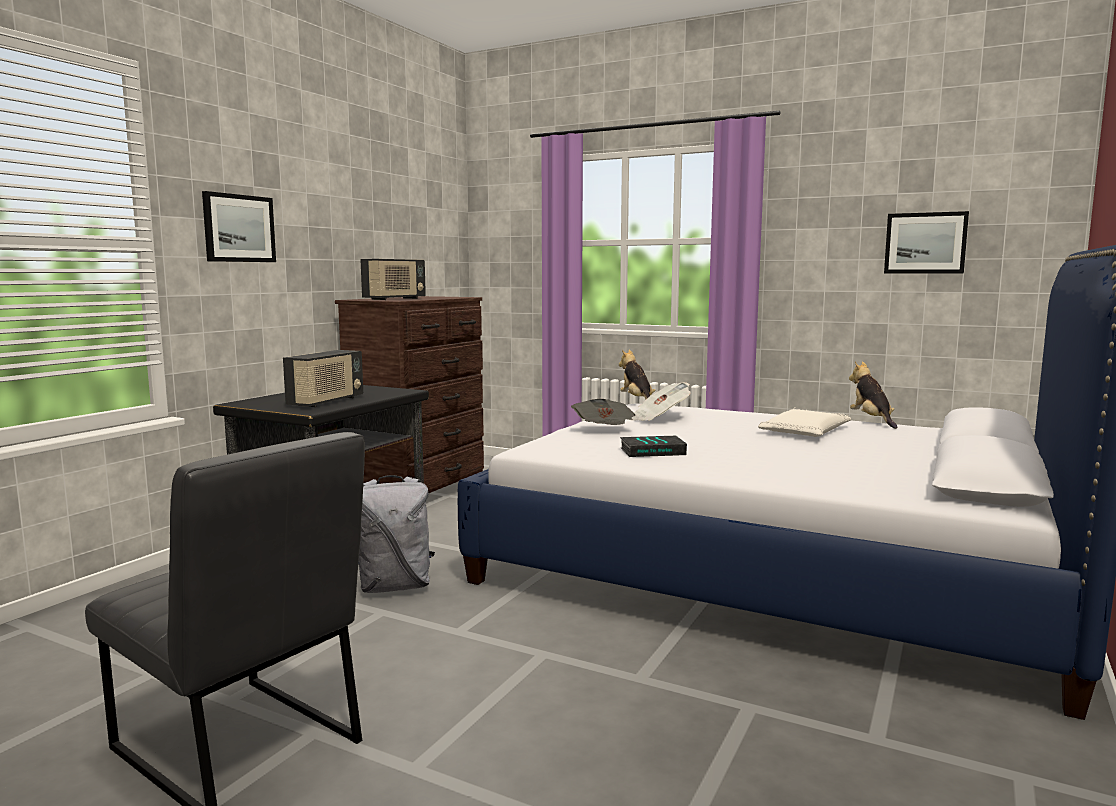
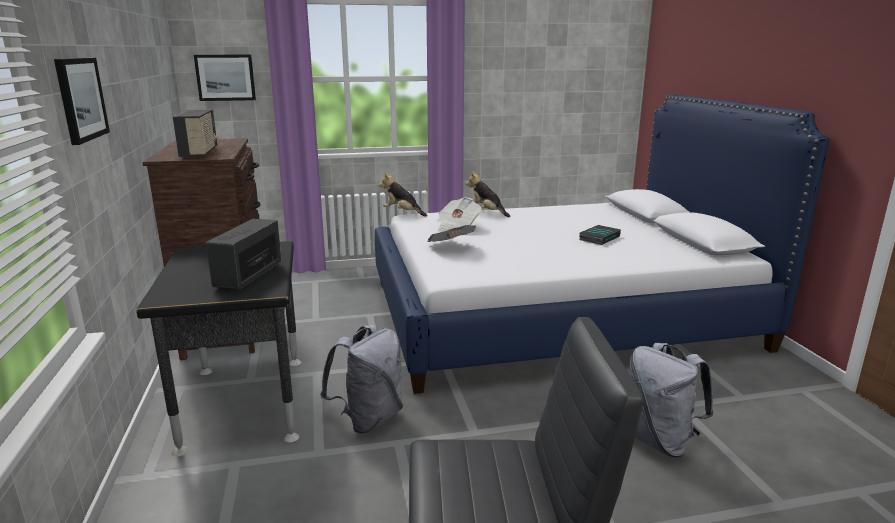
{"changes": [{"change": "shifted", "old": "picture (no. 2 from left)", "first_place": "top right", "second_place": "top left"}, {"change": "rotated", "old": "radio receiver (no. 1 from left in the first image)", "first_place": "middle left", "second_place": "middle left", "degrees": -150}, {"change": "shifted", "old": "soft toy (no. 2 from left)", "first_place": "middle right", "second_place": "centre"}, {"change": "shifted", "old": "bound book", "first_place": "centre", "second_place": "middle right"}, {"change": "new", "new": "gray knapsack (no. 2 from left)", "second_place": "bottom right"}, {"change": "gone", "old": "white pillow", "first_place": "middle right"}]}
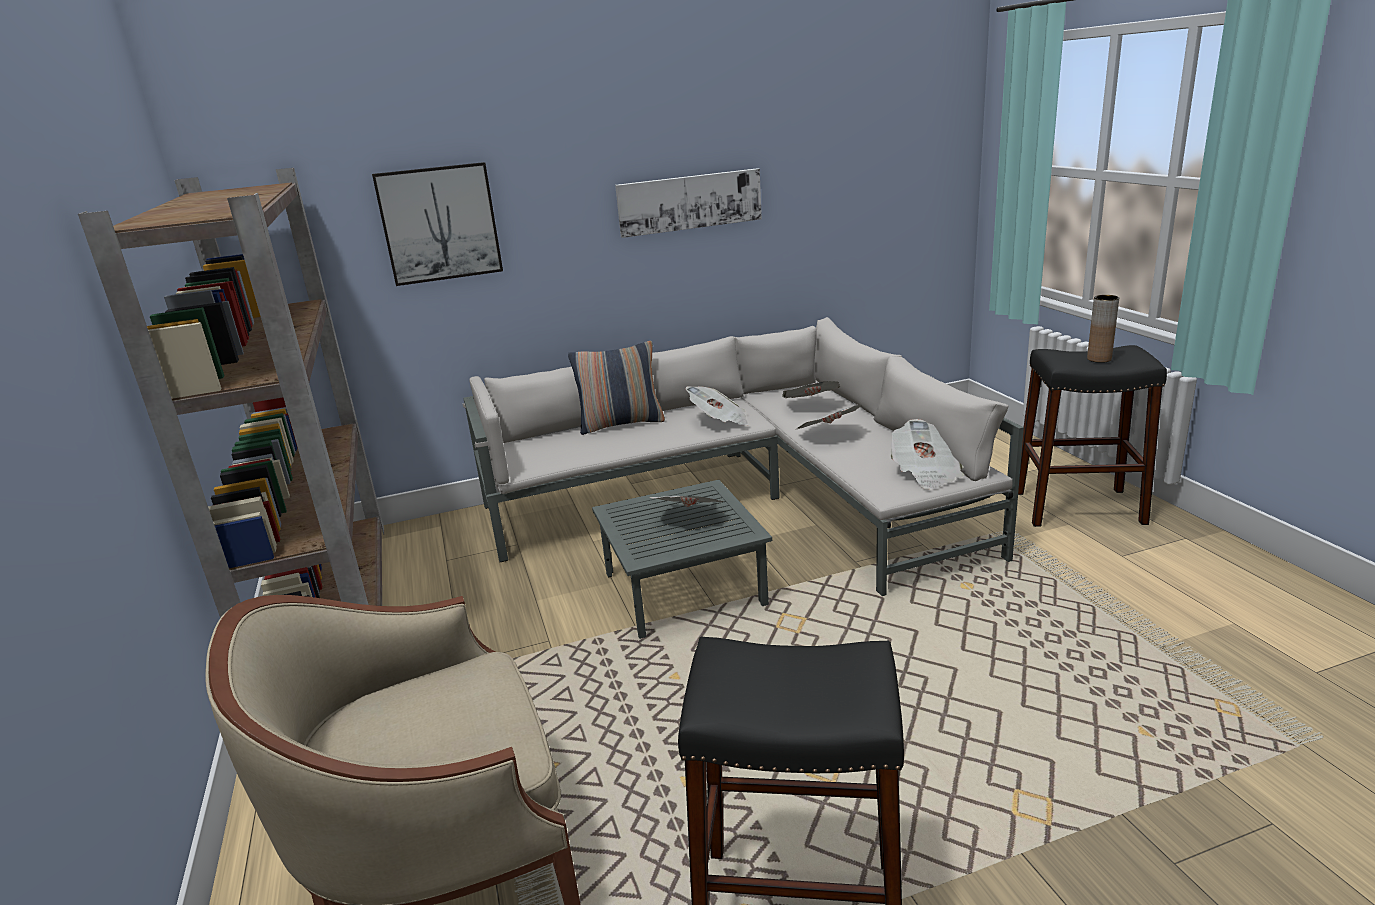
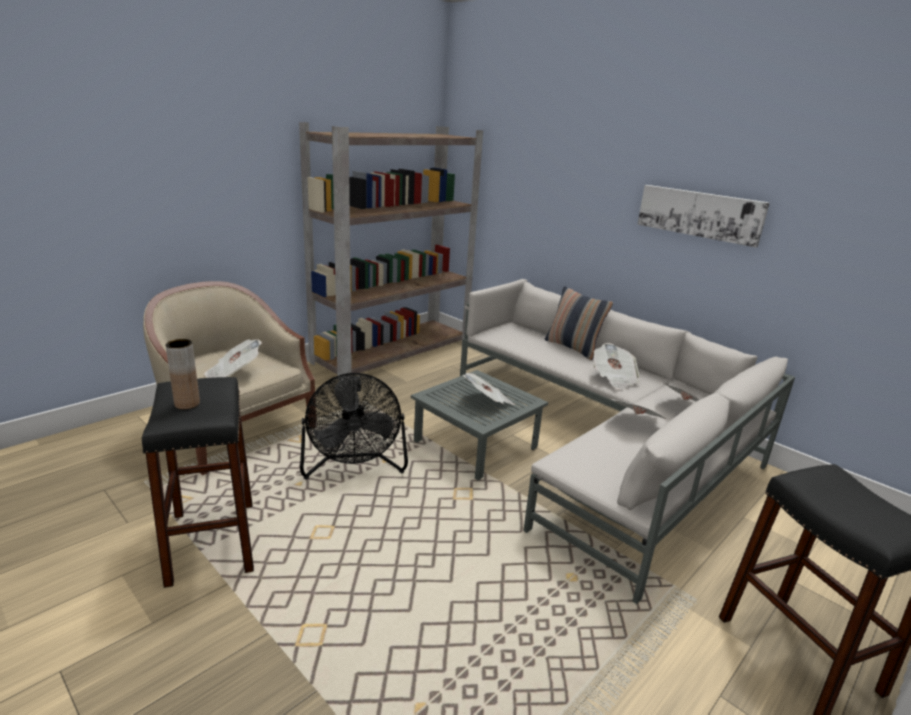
{"changes": [{"change": "shifted", "old": "brown flower vase", "first_place": "middle right", "second_place": "middle left"}, {"change": "shifted", "old": "daily paper (no. 5 from left in the first image)", "new": "daily paper (no. 1 from left)", "first_place": "middle right", "second_place": "middle left"}, {"change": "new", "new": "black-coloured fan", "second_place": "centre"}, {"change": "gone", "old": "picture (no. 1 from left)", "first_place": "top left"}]}
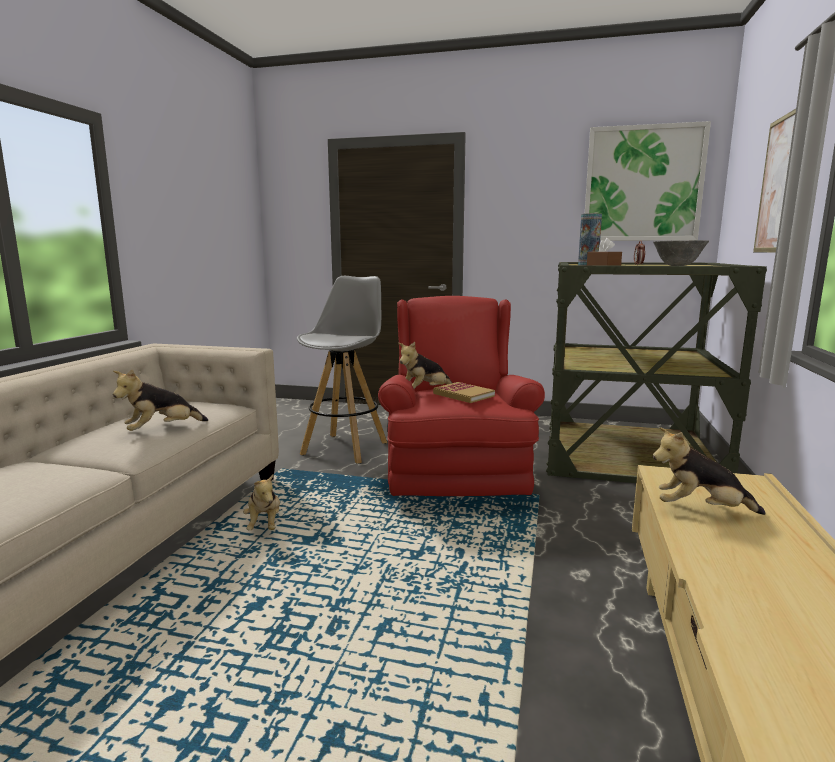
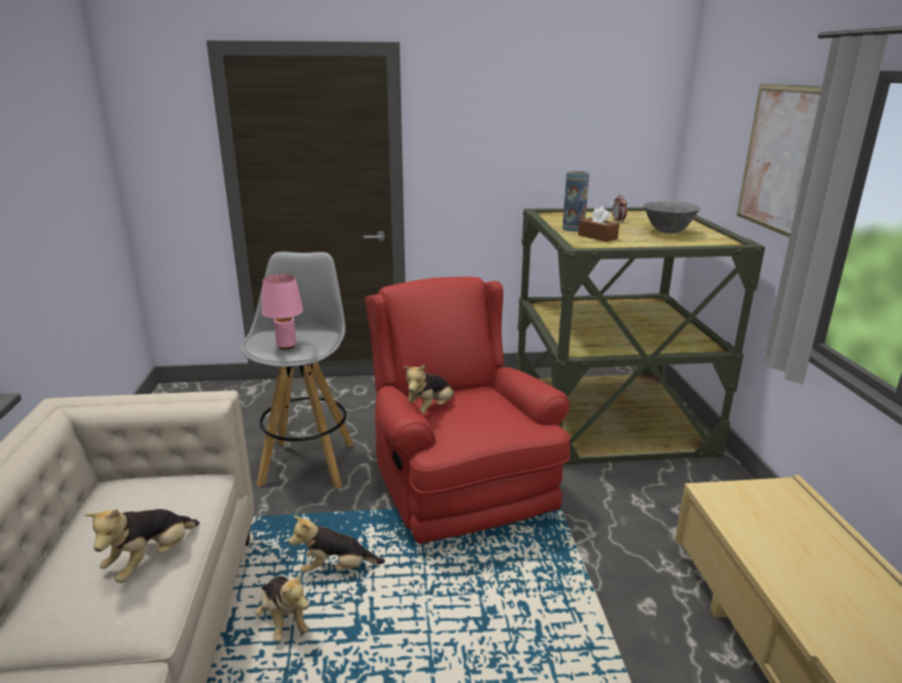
{"changes": [{"change": "new", "new": "pink-coloured table lamp", "second_place": "middle left"}, {"change": "shifted", "old": "soft toy (no. 4 from left in the first image)", "new": "soft toy (no. 3 from left)", "first_place": "middle right", "second_place": "bottom centre"}, {"change": "gone", "old": "bound book", "first_place": "centre"}, {"change": "gone", "old": "picture (no. 1 from left)", "first_place": "top right"}]}
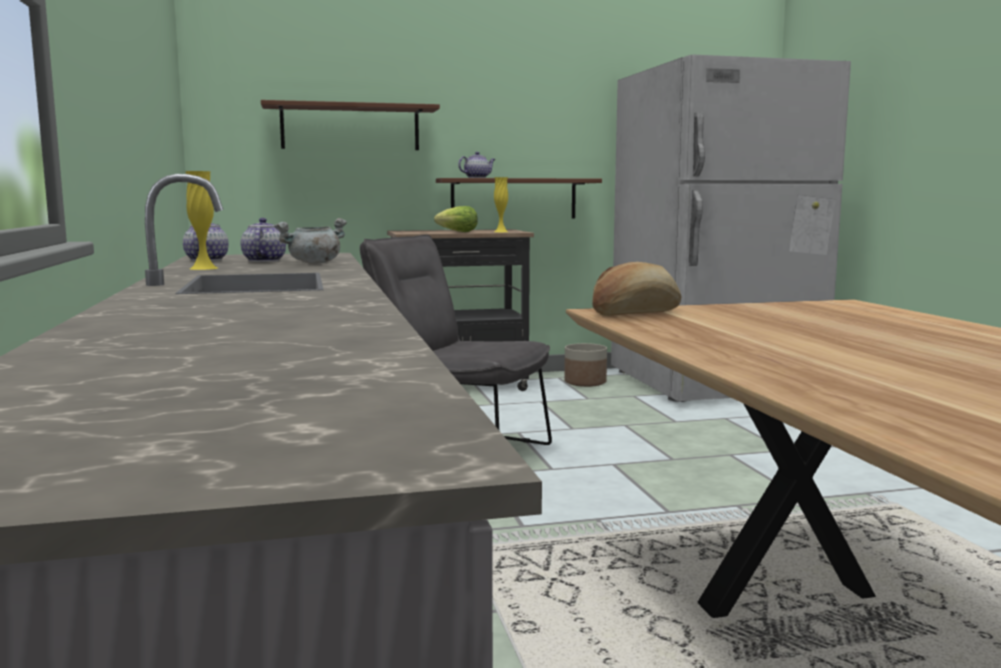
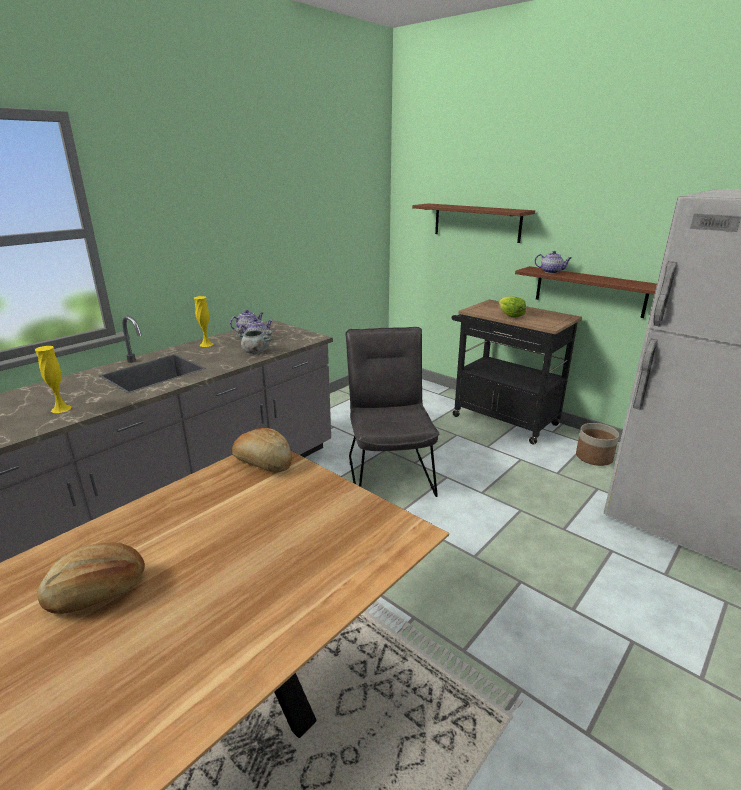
{"changes": [{"change": "shifted", "old": "yellowish flower vase (no. 2 from left in the first image)", "new": "yellowish flower vase (no. 1 from left)", "first_place": "top centre", "second_place": "middle left"}, {"change": "new", "new": "baked bread (no. 1 from left)", "second_place": "bottom left"}]}
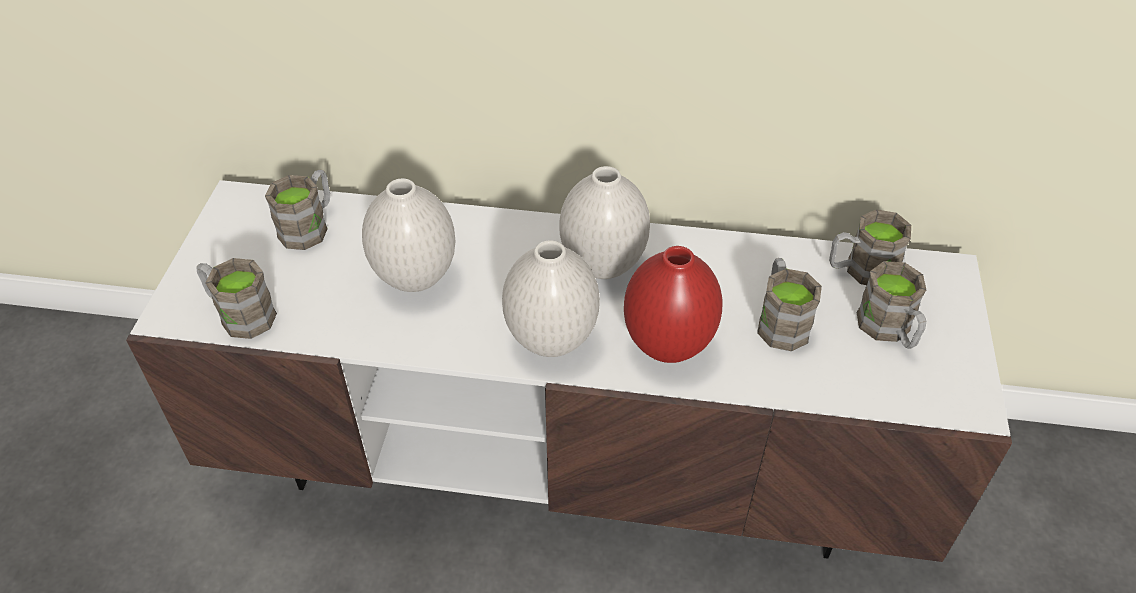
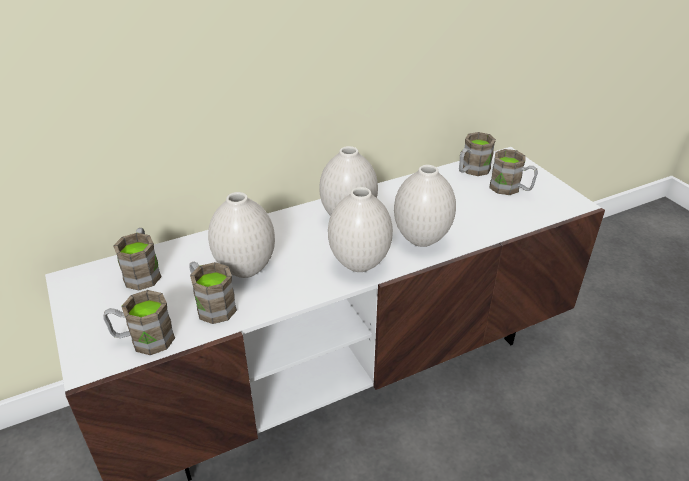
{"changes": [{"change": "shifted", "old": "brown coffee mug (no. 3 from left)", "first_place": "middle right", "second_place": "middle left"}, {"change": "repainted", "old": "red-coloured flower vase", "new": "white flower vase (no. 4 from left)", "first_place": "centre", "second_place": "centre"}]}
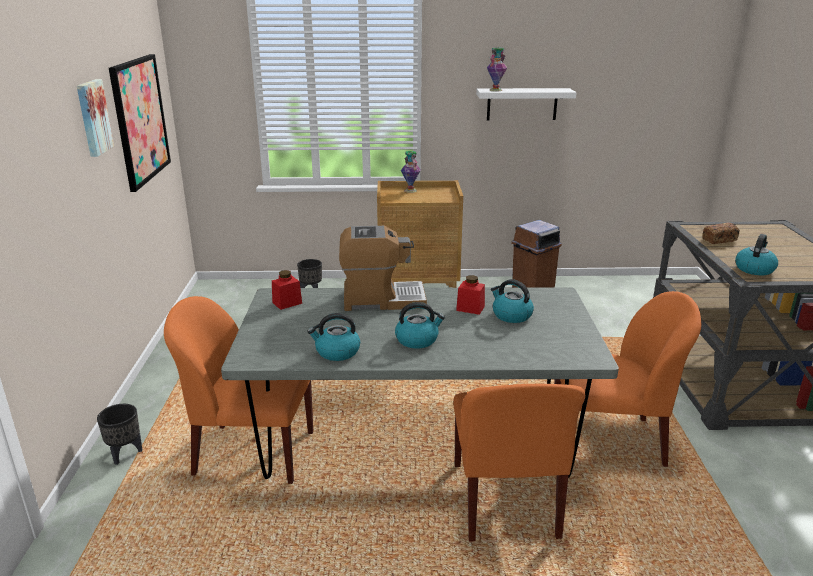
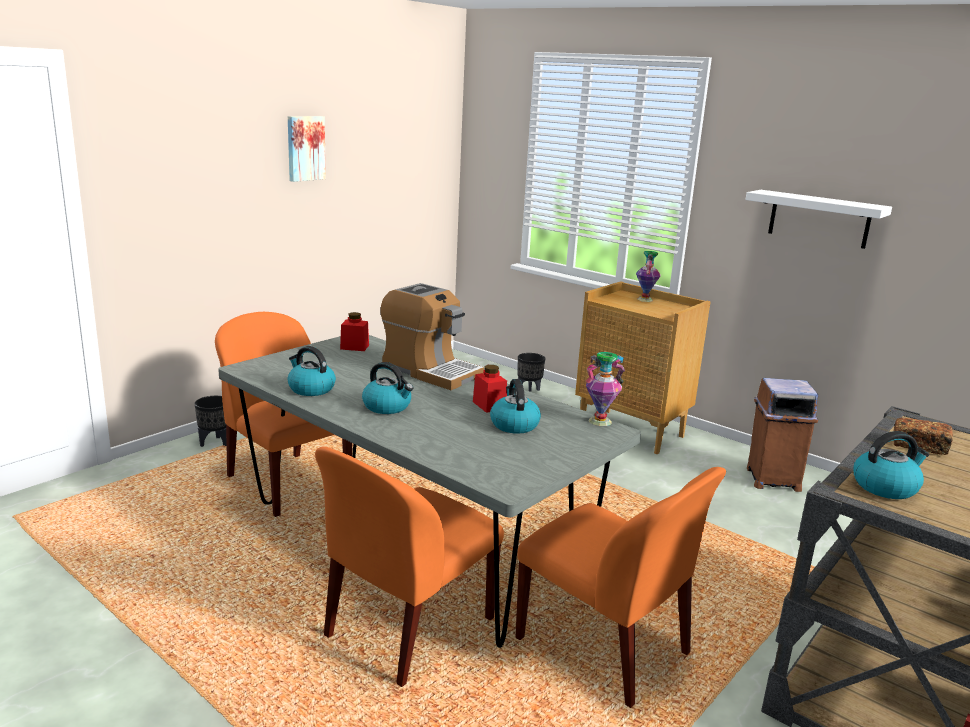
{"changes": [{"change": "shifted", "old": "flower vase (no. 2 from left in the first image)", "new": "flower vase (no. 1 from left)", "first_place": "top centre", "second_place": "centre"}, {"change": "gone", "old": "picture (no. 2 from left)", "first_place": "top left"}]}
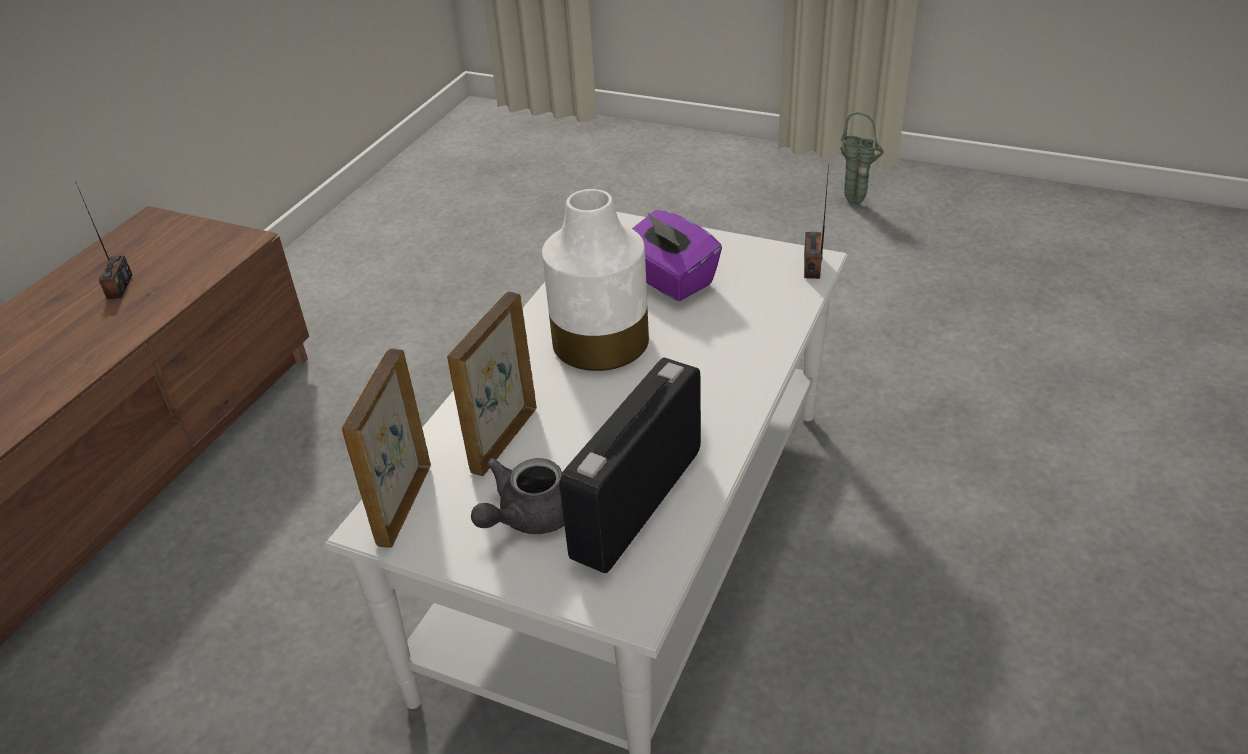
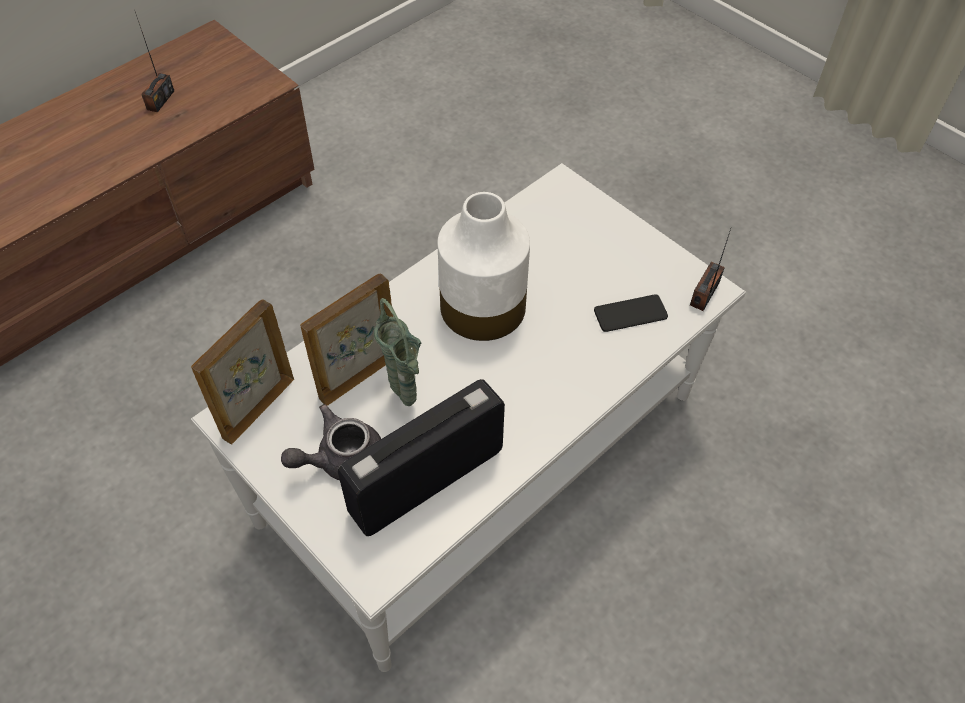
{"changes": [{"change": "shifted", "old": "green flower vase", "first_place": "top right", "second_place": "centre"}, {"change": "new", "new": "phone", "second_place": "centre"}, {"change": "gone", "old": "purple-coloured tissue box", "first_place": "centre"}]}
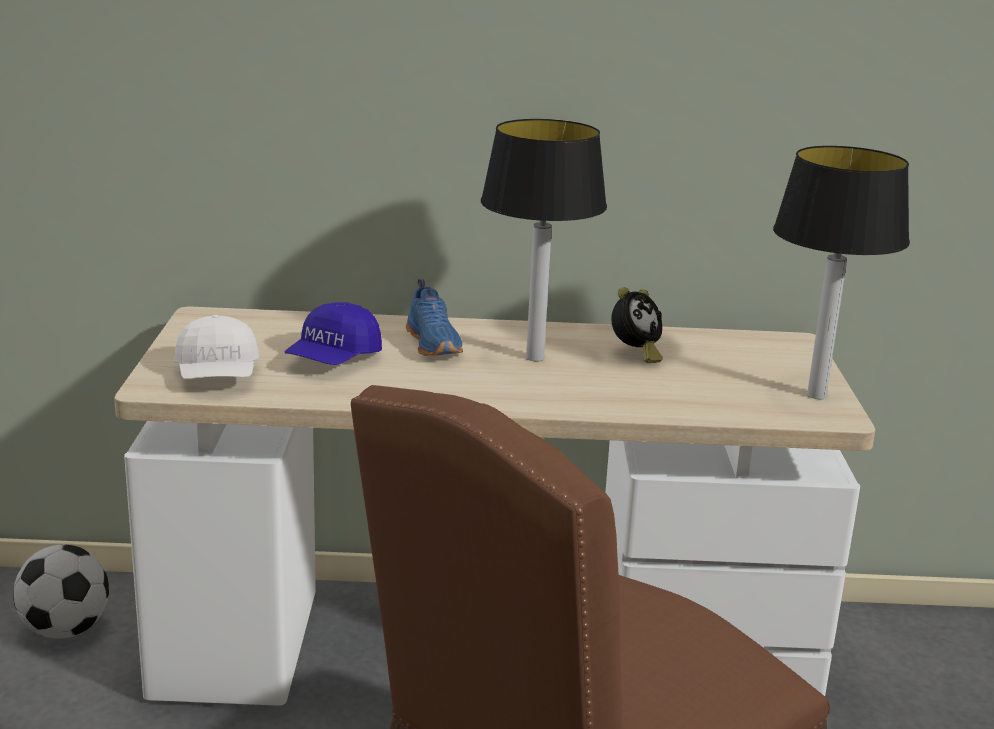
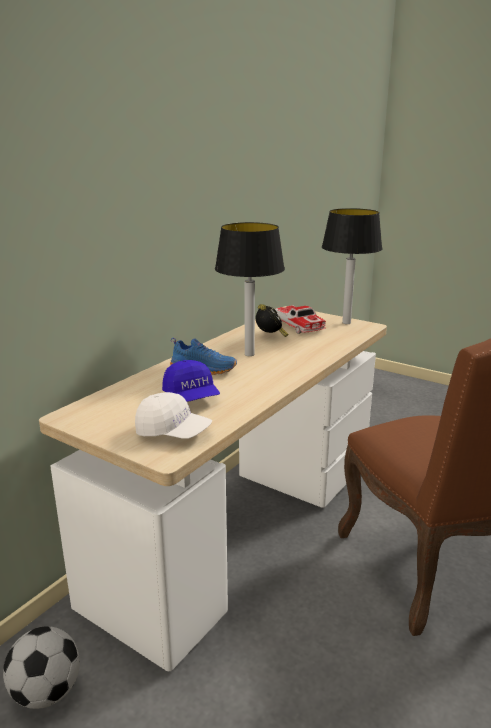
{"changes": [{"change": "new", "new": "miniature car", "second_place": "centre"}]}
